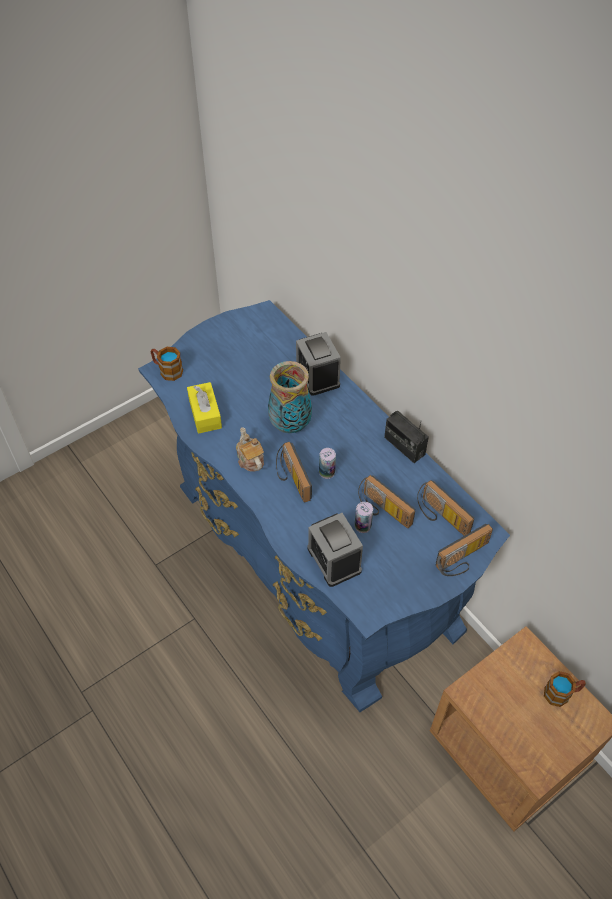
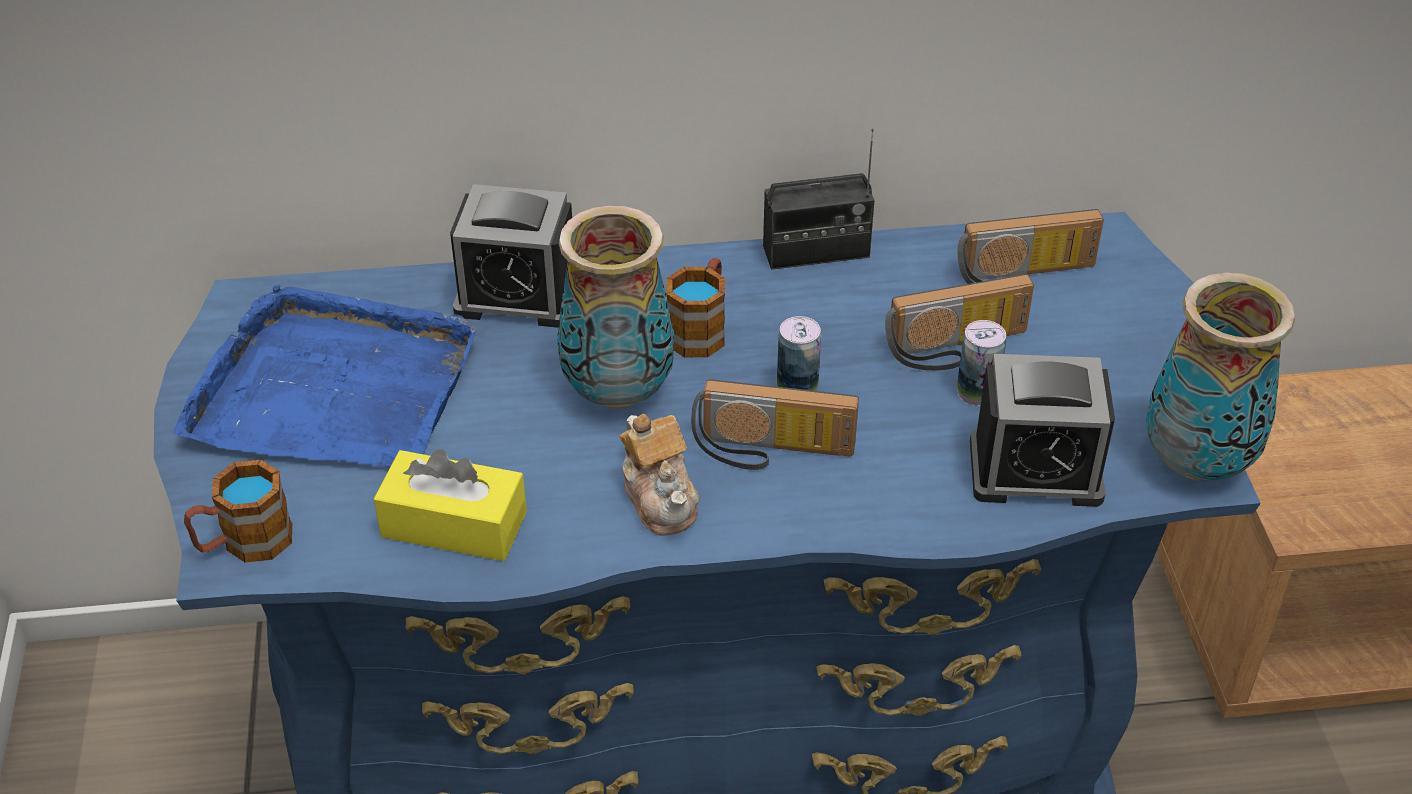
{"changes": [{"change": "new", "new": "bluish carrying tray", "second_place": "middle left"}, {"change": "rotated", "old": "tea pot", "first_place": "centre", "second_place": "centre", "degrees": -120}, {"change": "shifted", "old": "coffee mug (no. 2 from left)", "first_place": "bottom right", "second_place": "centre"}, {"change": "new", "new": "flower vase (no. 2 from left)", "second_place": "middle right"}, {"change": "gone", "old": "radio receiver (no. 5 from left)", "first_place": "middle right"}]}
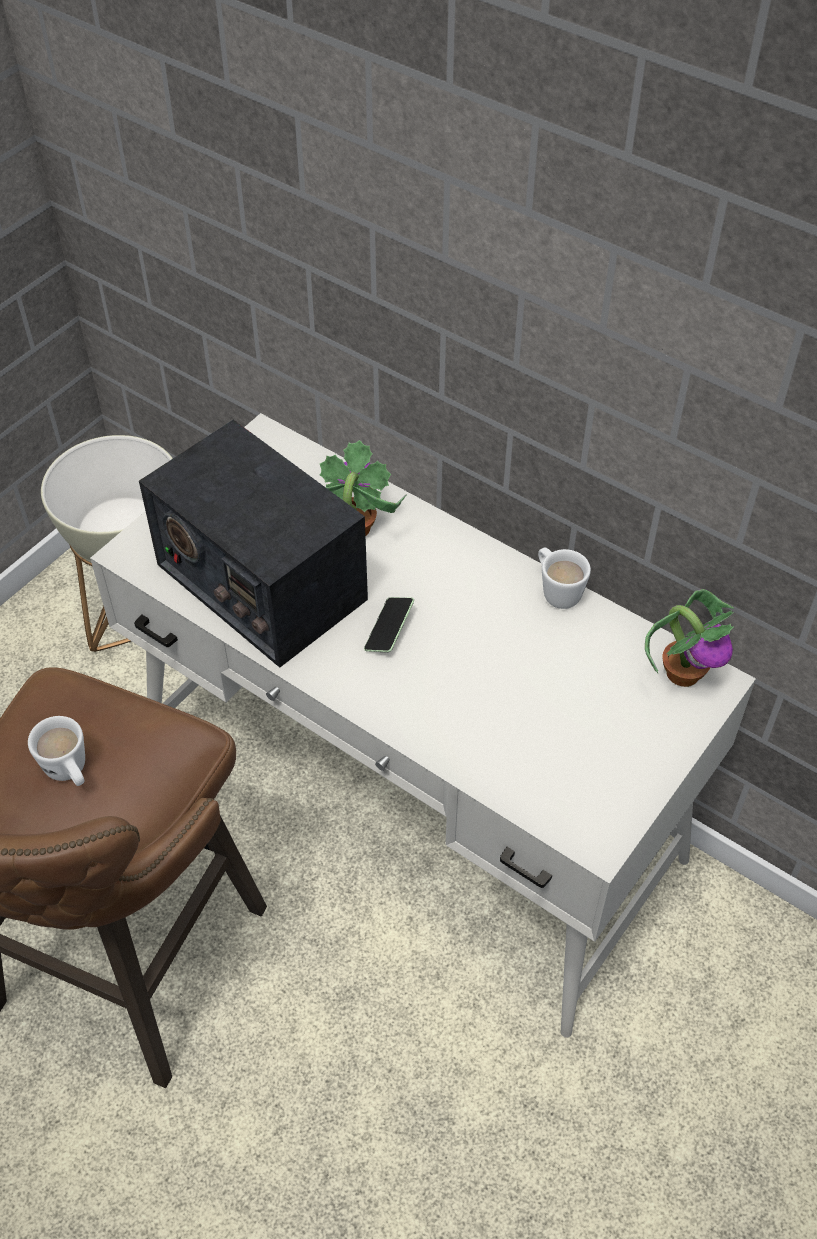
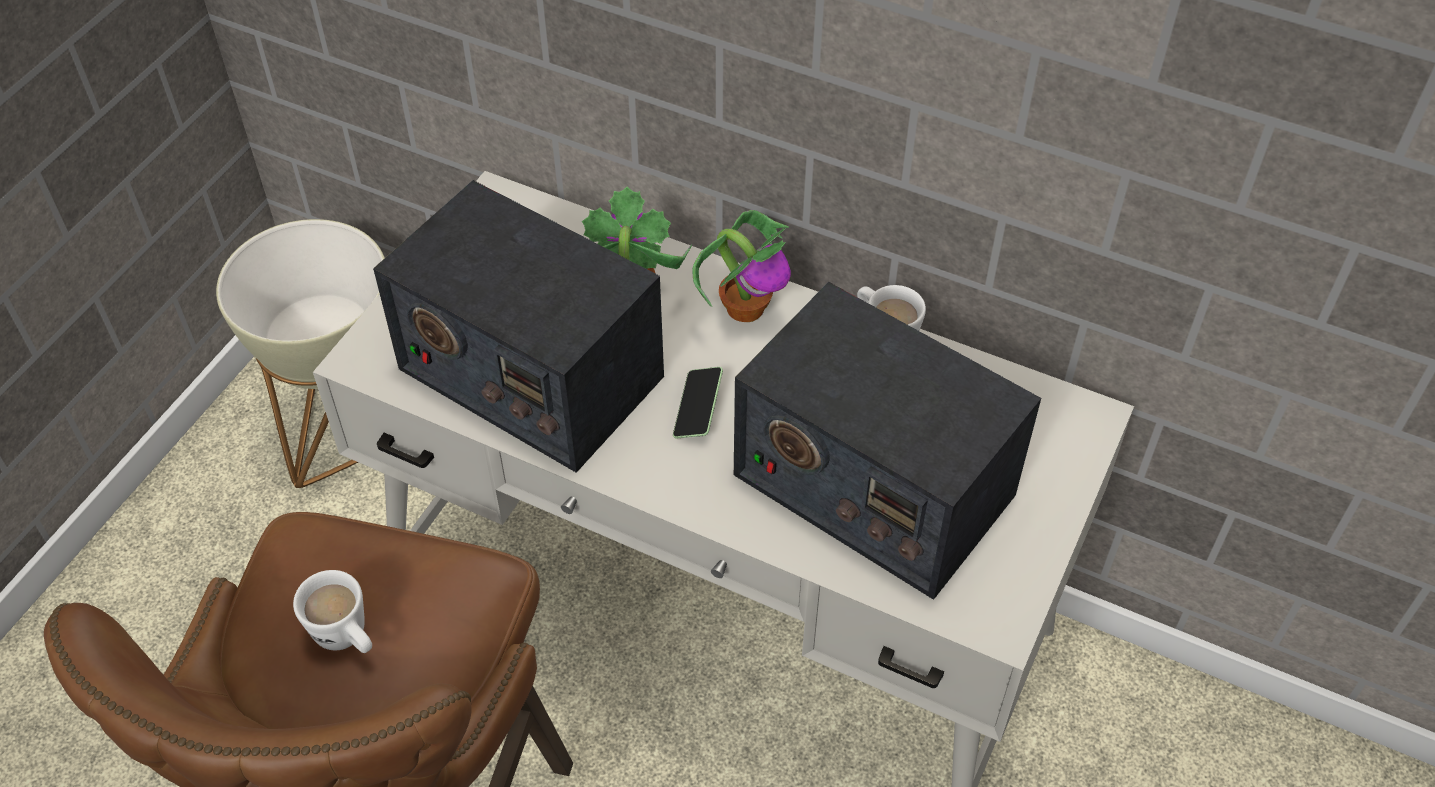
{"changes": [{"change": "shifted", "old": "potted plant (no. 2 from left)", "first_place": "middle right", "second_place": "centre"}, {"change": "new", "new": "radio receiver (no. 2 from left)", "second_place": "centre"}]}
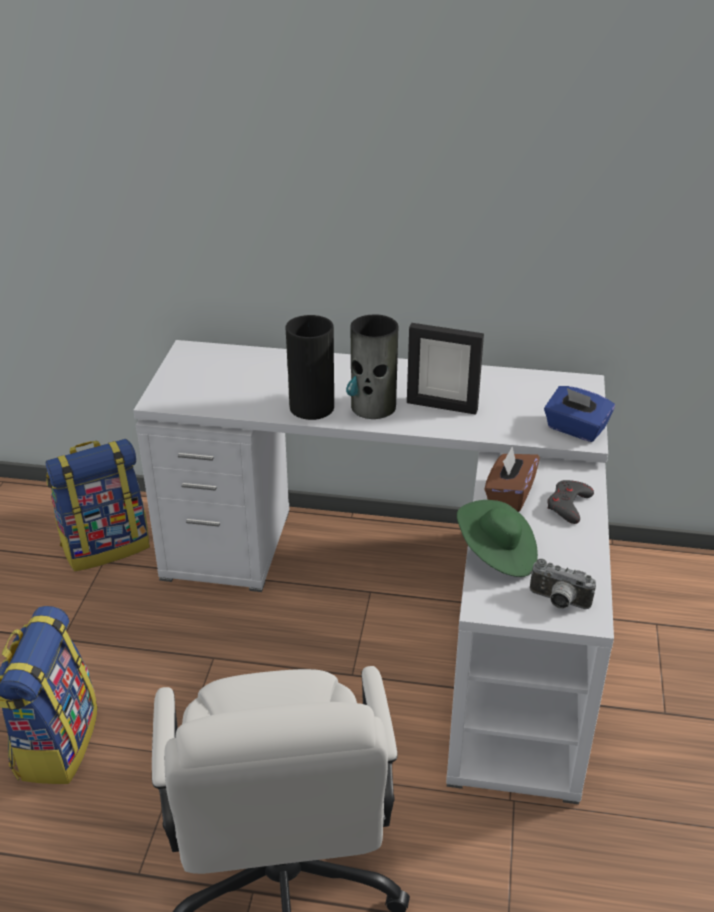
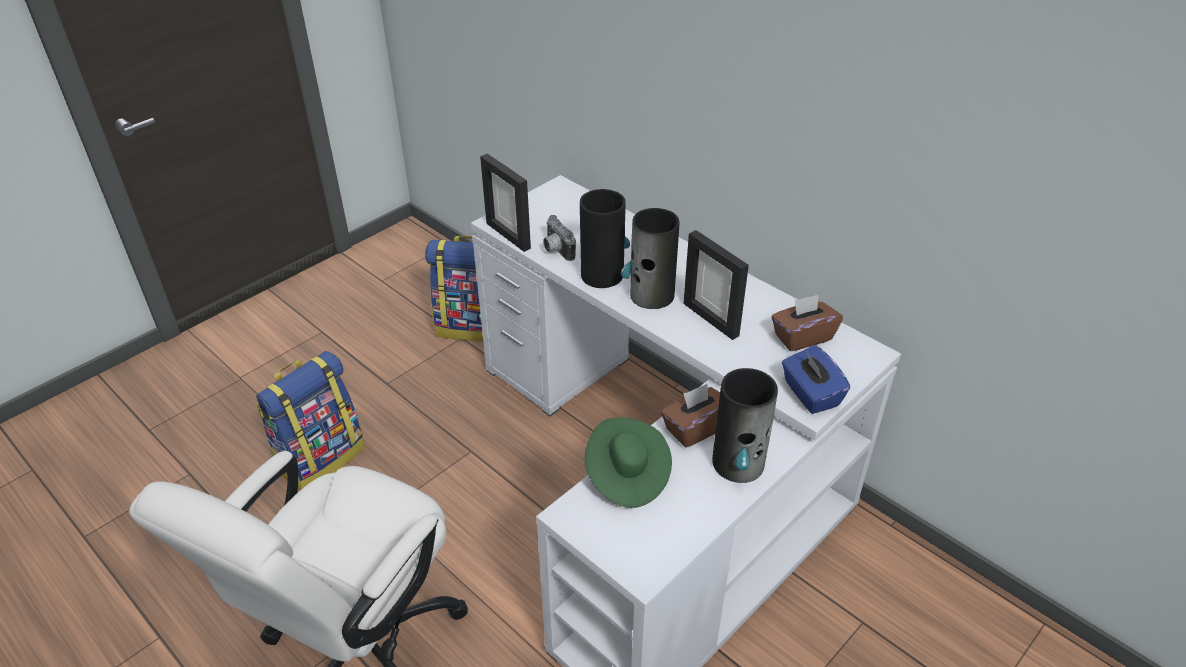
{"changes": [{"change": "new", "new": "standing frame (no. 1 from left)", "second_place": "top centre"}, {"change": "shifted", "old": "photo camera", "first_place": "middle right", "second_place": "centre"}, {"change": "swapped", "old": "gray gamepad", "new": "flower vase (no. 3 from left)", "first_place": "middle right", "second_place": "centre"}, {"change": "new", "new": "brown tissue box (no. 2 from left)", "second_place": "middle right"}]}
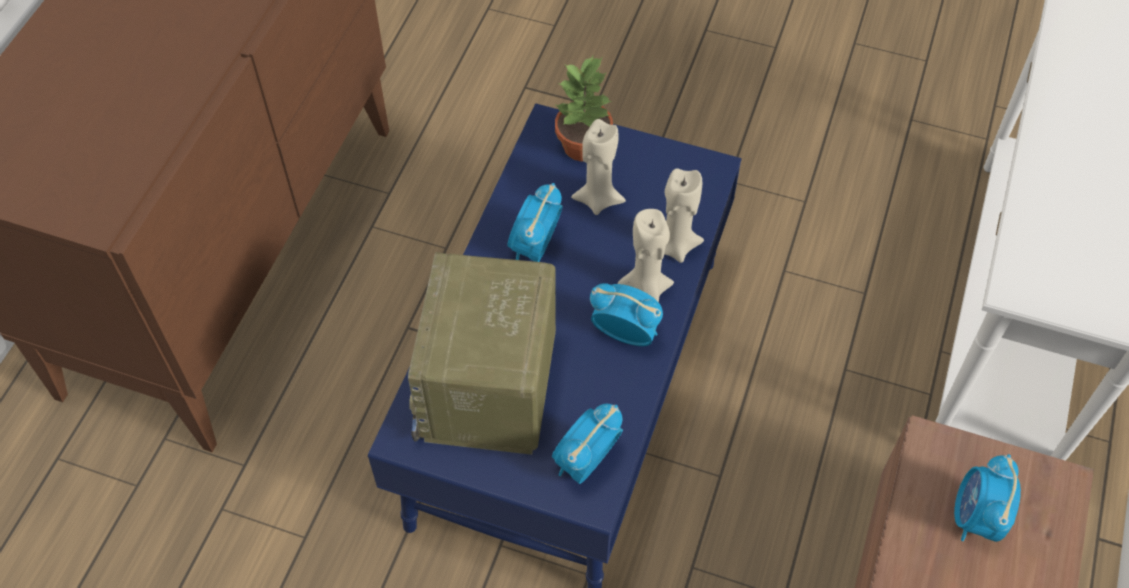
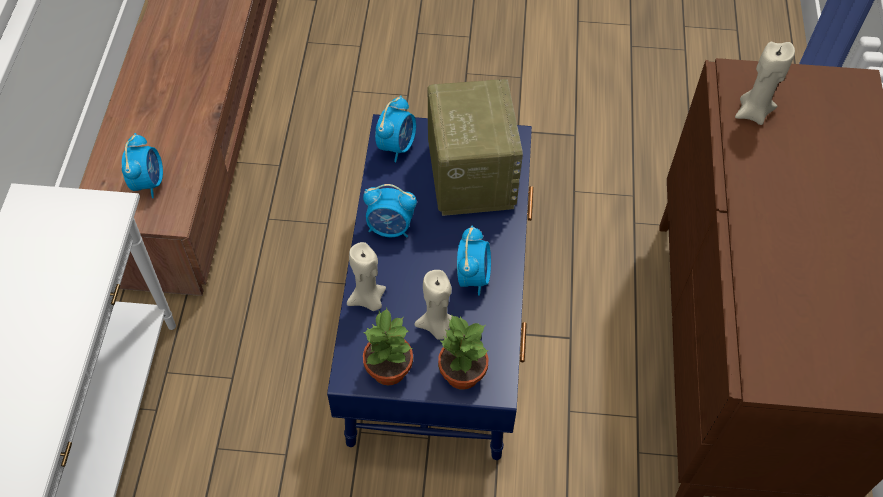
{"changes": [{"change": "new", "new": "potted plant (no. 1 from left)", "second_place": "bottom centre"}, {"change": "shifted", "old": "beige wax light (no. 2 from left in the first image)", "new": "beige wax light (no. 3 from left)", "first_place": "centre", "second_place": "top right"}]}
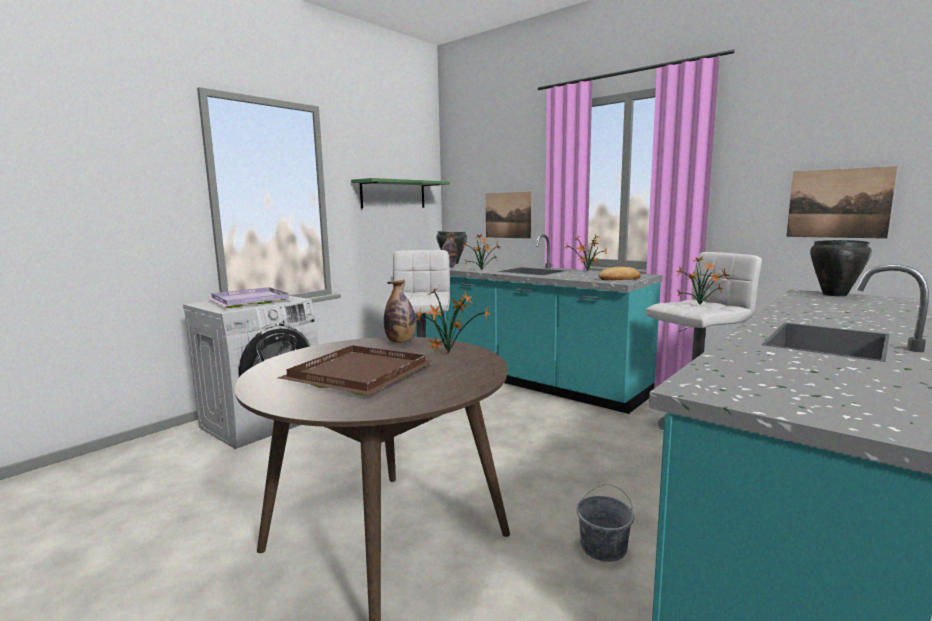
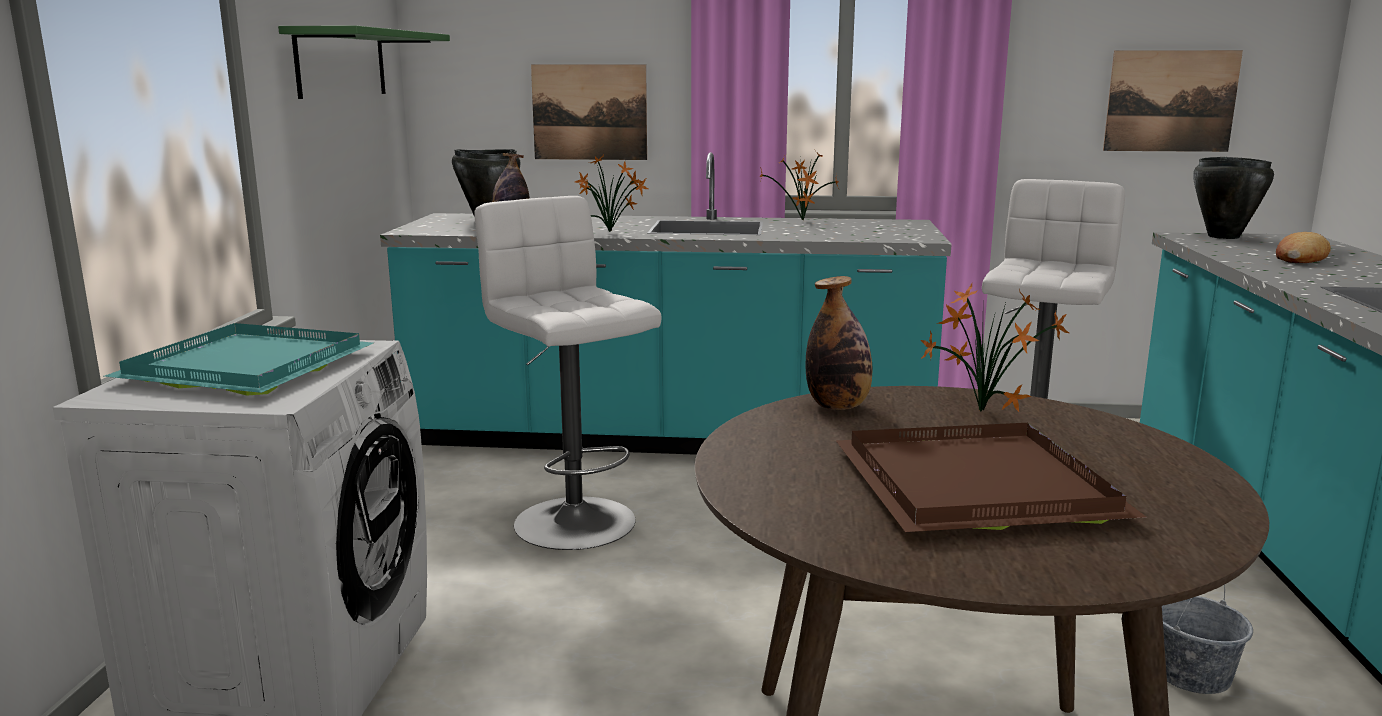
{"changes": [{"change": "repainted", "old": "purple-coloured carrying tray", "new": "turquoise-coloured carrying tray", "first_place": "middle left", "second_place": "middle left"}, {"change": "shifted", "old": "baked bread", "first_place": "centre", "second_place": "middle right"}, {"change": "gone", "old": "potted plant (no. 4 from left)", "first_place": "middle right"}]}
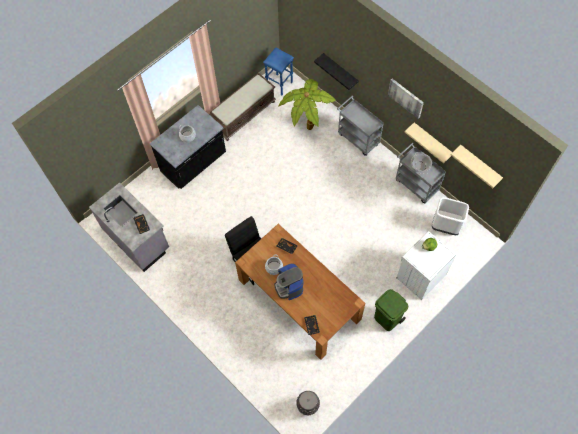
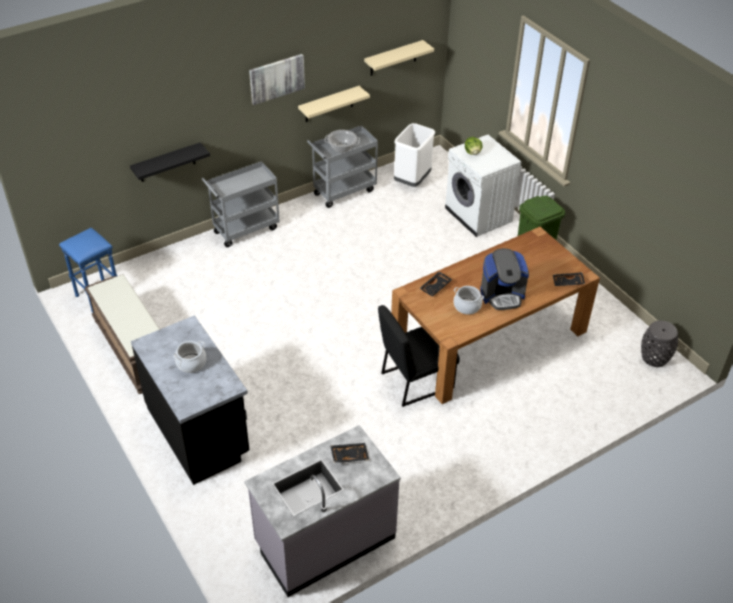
{"changes": [{"change": "gone", "old": "potted plant", "first_place": "top centre"}]}
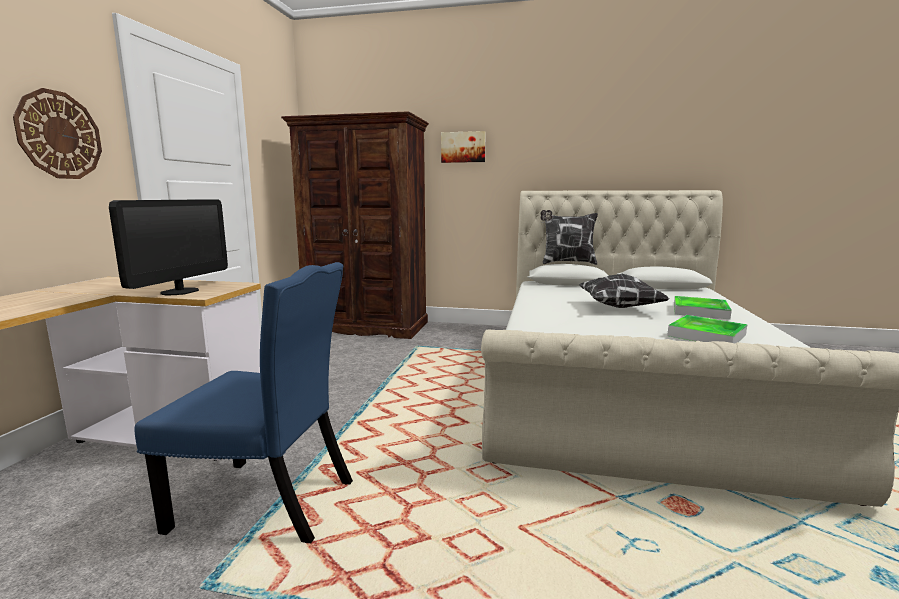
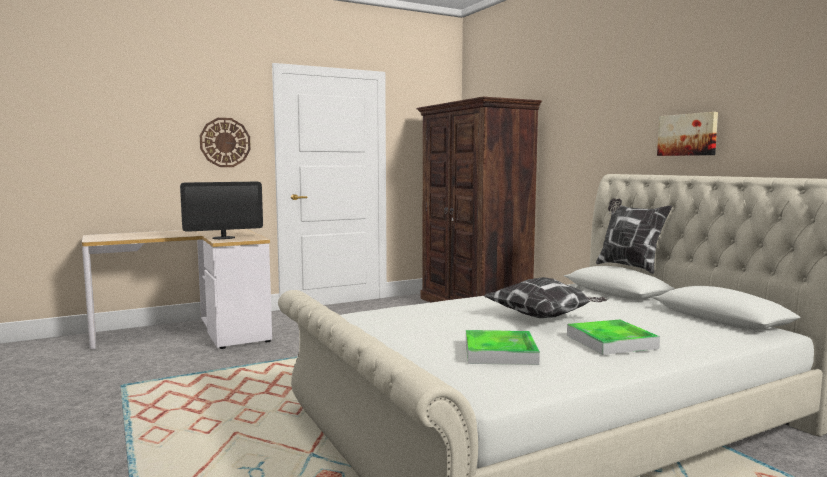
{"changes": [{"change": "shifted", "old": "picture", "first_place": "top centre", "second_place": "top right"}, {"change": "gone", "old": "bluish upright chair", "first_place": "bottom left"}]}
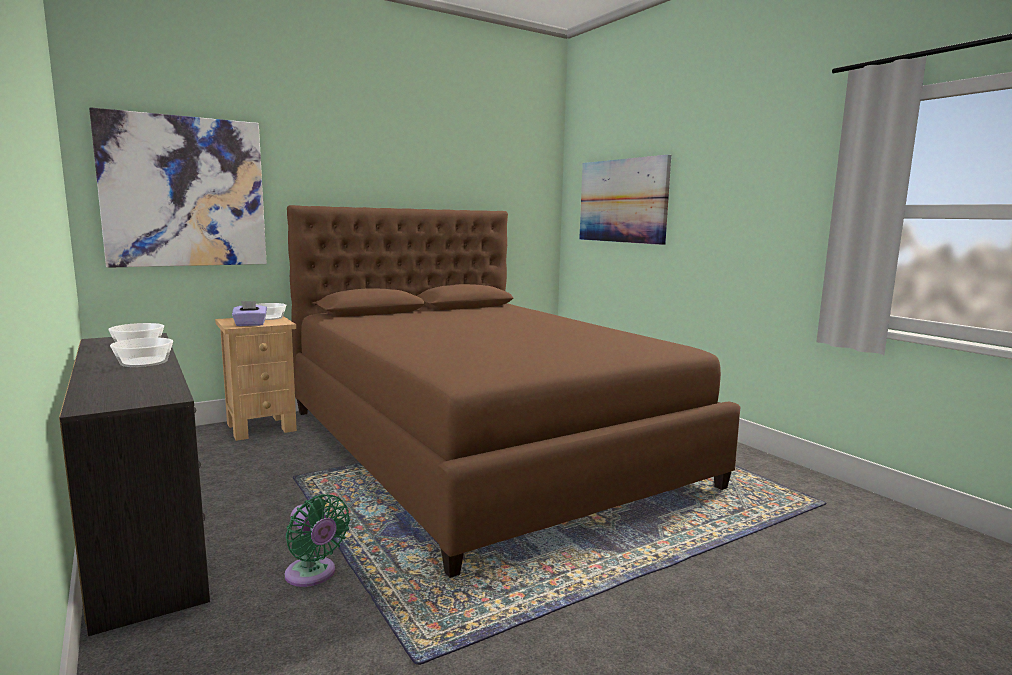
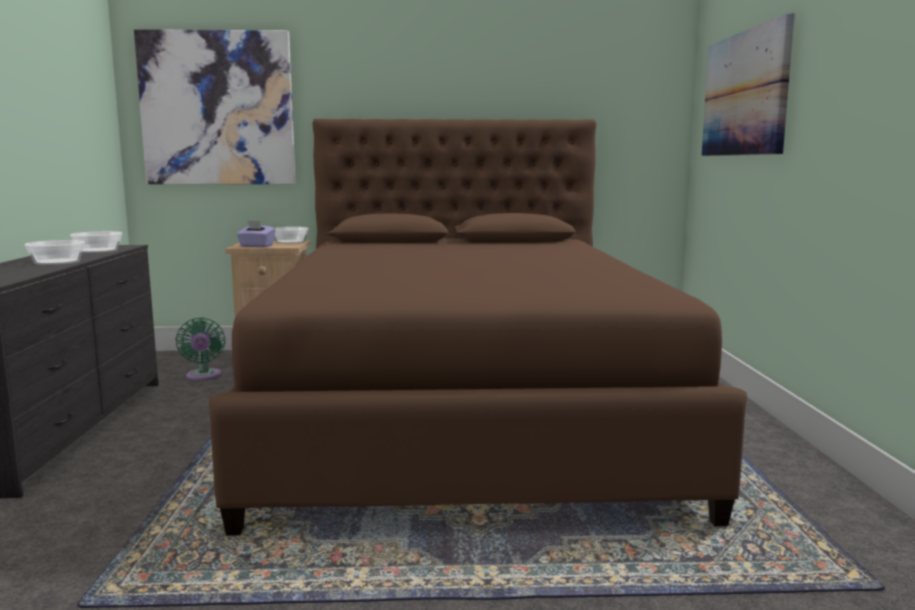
{"changes": [{"change": "shifted", "old": "green fan", "first_place": "bottom left", "second_place": "middle left"}]}
